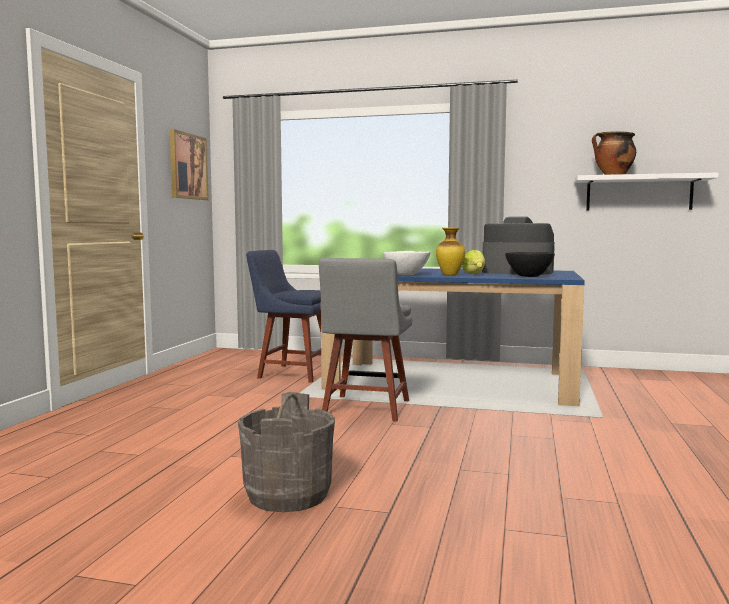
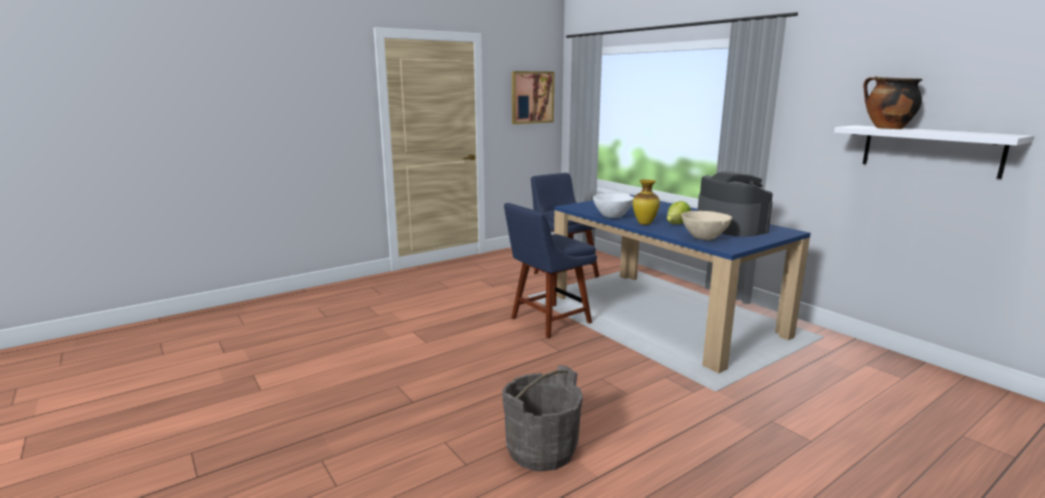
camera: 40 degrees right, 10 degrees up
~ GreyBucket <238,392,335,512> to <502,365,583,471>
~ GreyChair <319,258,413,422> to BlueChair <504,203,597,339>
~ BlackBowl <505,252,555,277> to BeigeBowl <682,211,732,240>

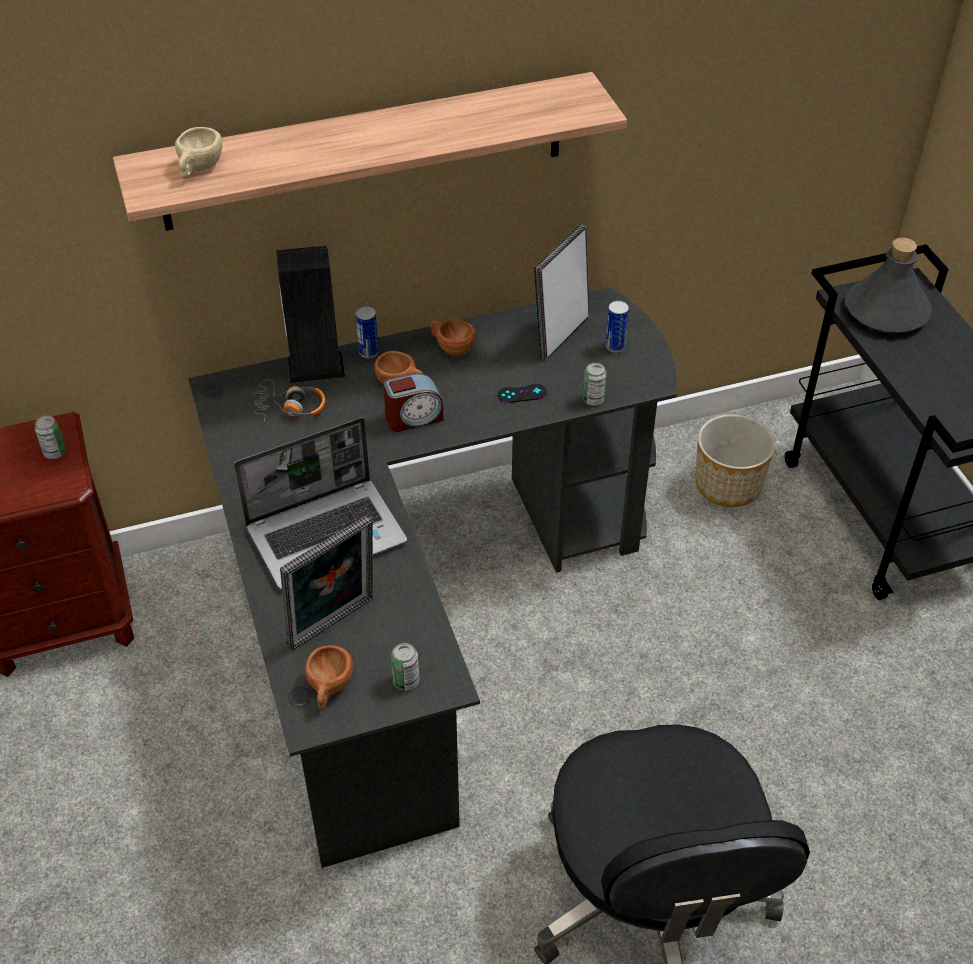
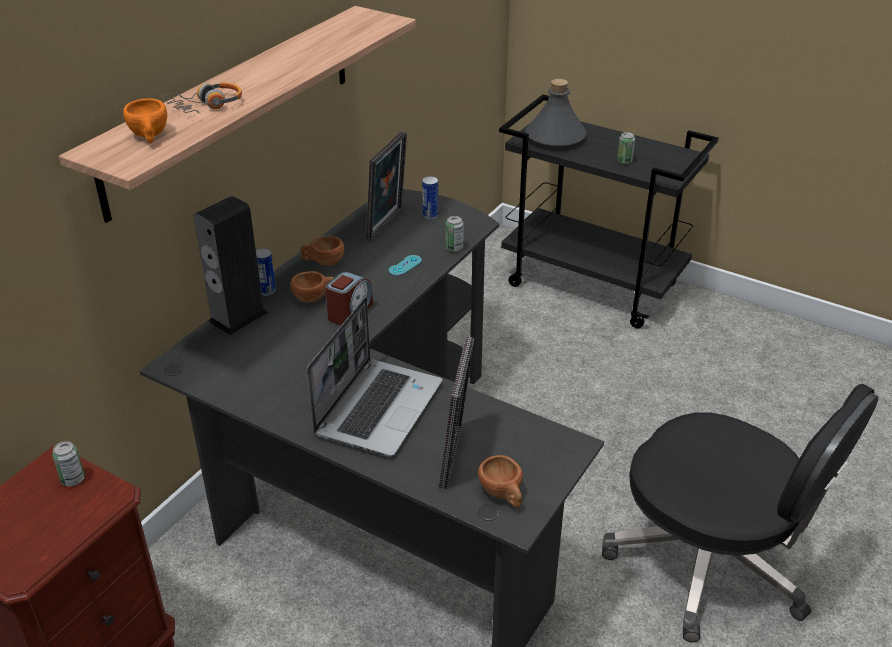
camera: 40 degrees left, 10 degrees down
- Planter <695,414,775,507>
~ Headphones <254,379,326,421> to <163,83,242,114>
~ Can <391,643,419,691> to <617,132,635,164>
~ BeigeCup <175,127,223,179> to OrangeCup <123,98,167,143>
~ BlackGameController <498,384,547,403> to TurquoiseGameController <389,255,422,276>
~ PictureFrame <534,224,590,360> = <366,132,407,240> 150 degrees counterclockwise

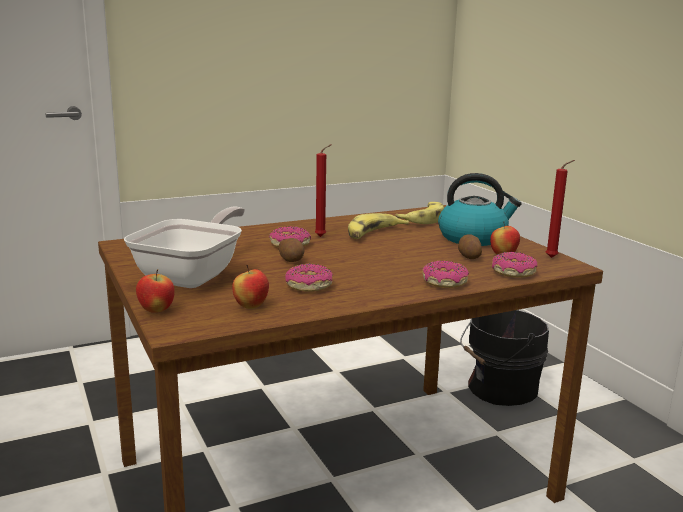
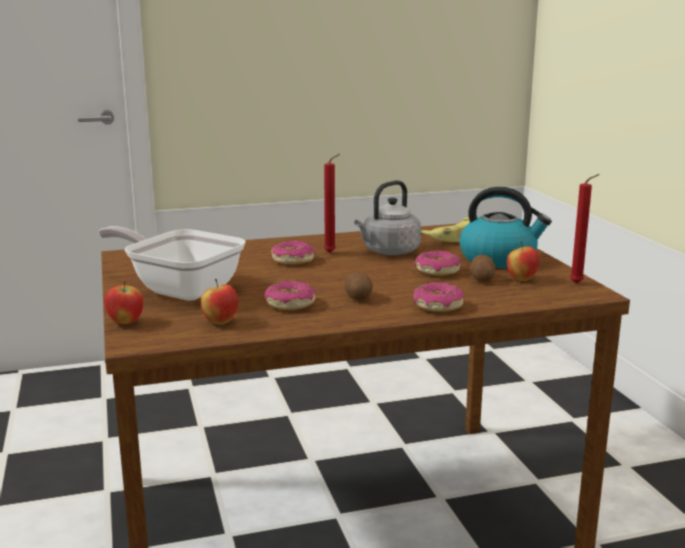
camera: 10 degrees right, 0 degrees up
- BlackBucket <460,310,549,406>
~ Potato <279,238,304,262> to <345,272,373,300>
~ Donut <492,252,537,278> to <415,250,461,276>
~ Banana <348,213,409,239> to GreyKettle <354,180,421,255>
~ FryingPan <124,207,245,288> = <98,226,246,301> 90 degrees counterclockwise

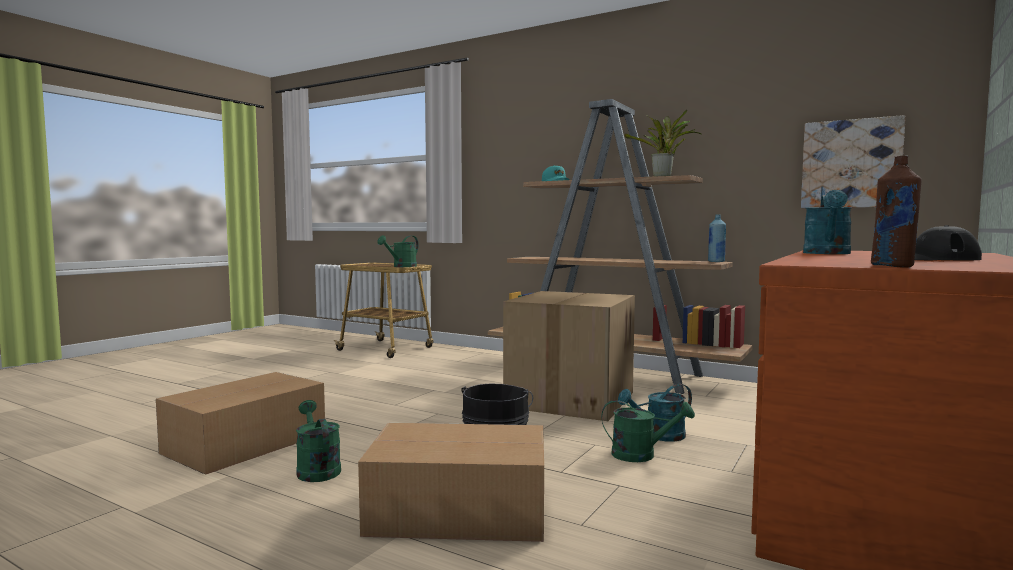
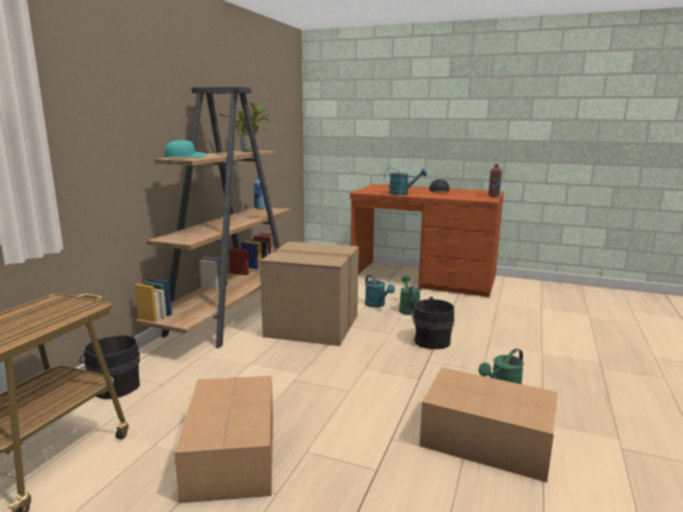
camera: 100 degrees left, 10 degrees up
- GreenWateringCan <377,235,419,267>
- Picture <801,115,906,208>
+ BlackBucket <79,334,140,399>
~ CardboardBox <358,423,544,542> to <175,376,273,503>

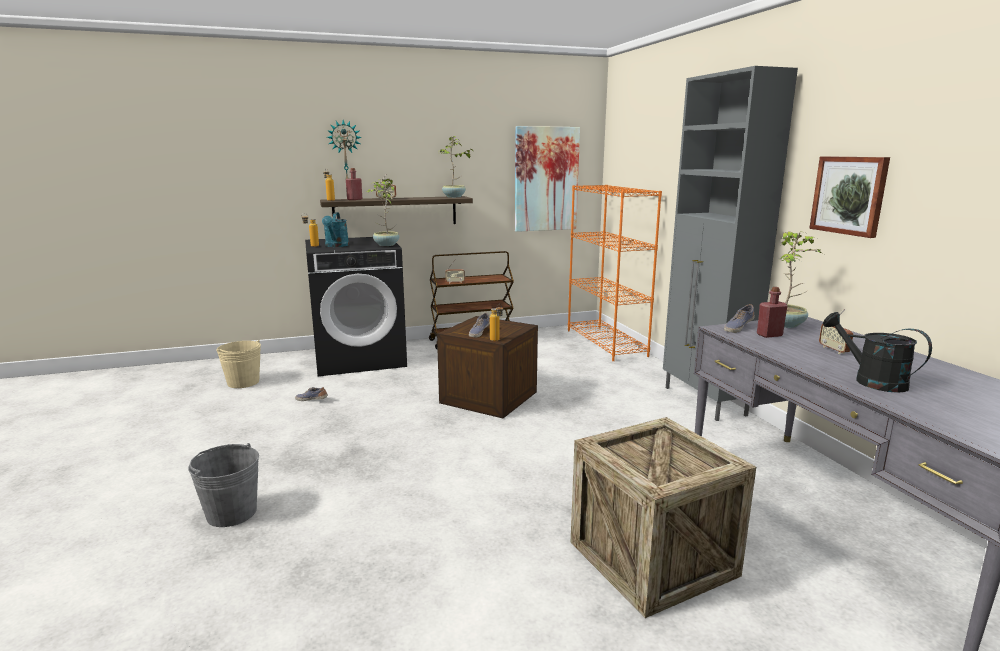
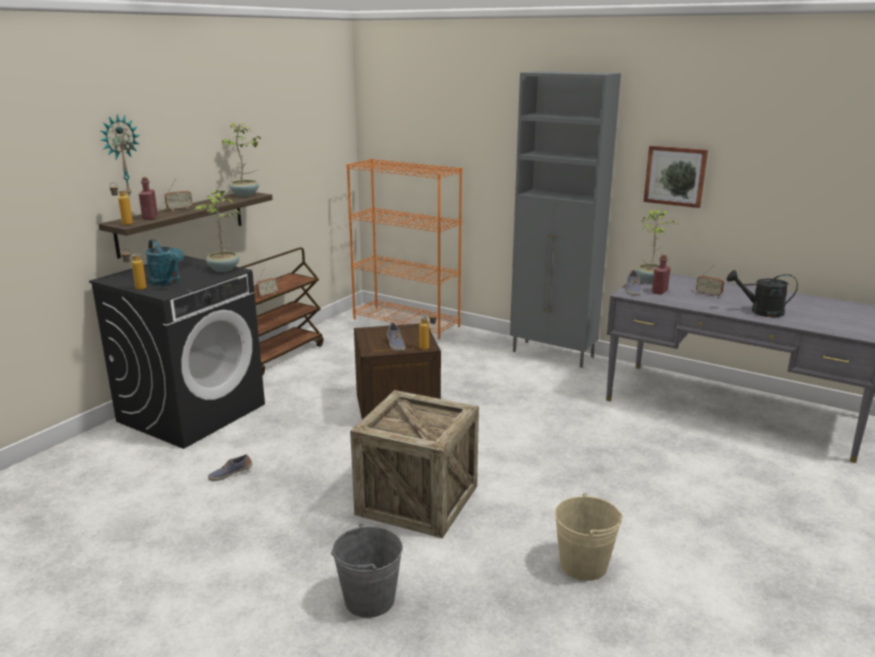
camera: 40 degrees left, 5 degrees up
- Picture <515,126,580,232>
~ BeigeBucket <216,340,261,388> to <555,493,623,581>
~ Crate <571,417,756,618> to <350,390,479,538>

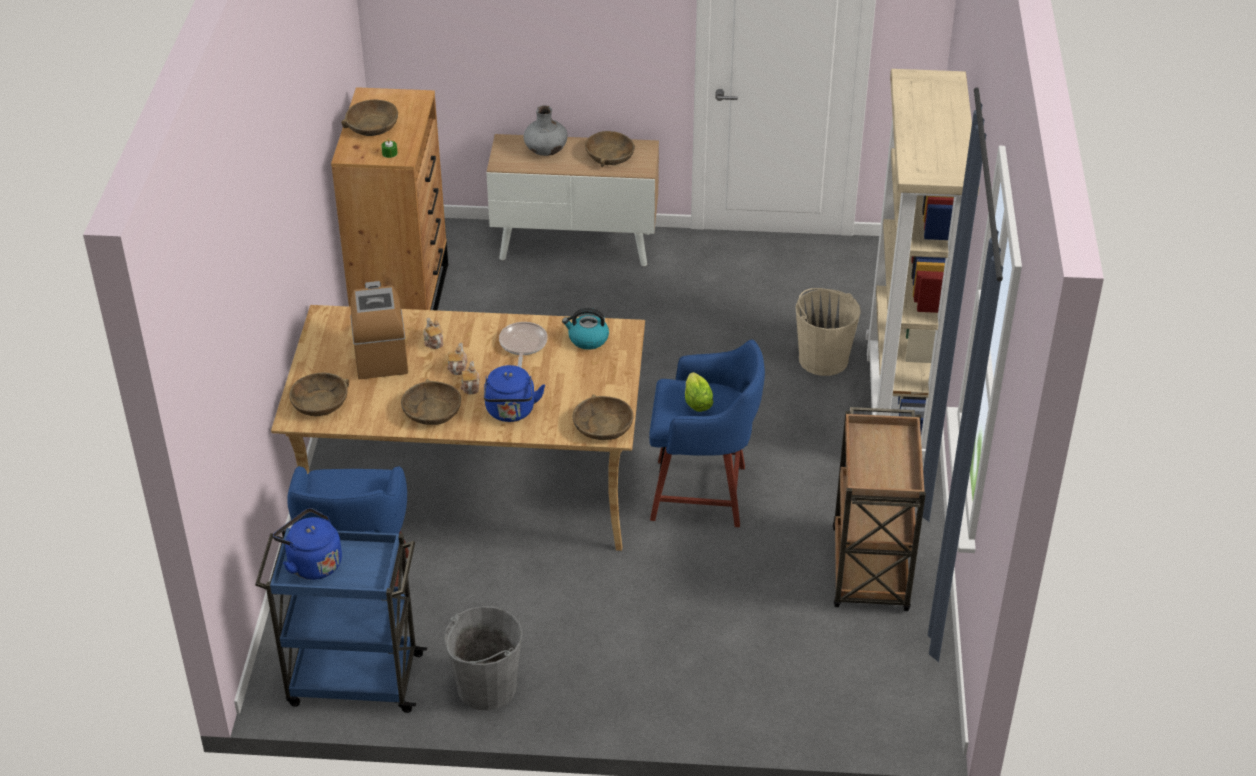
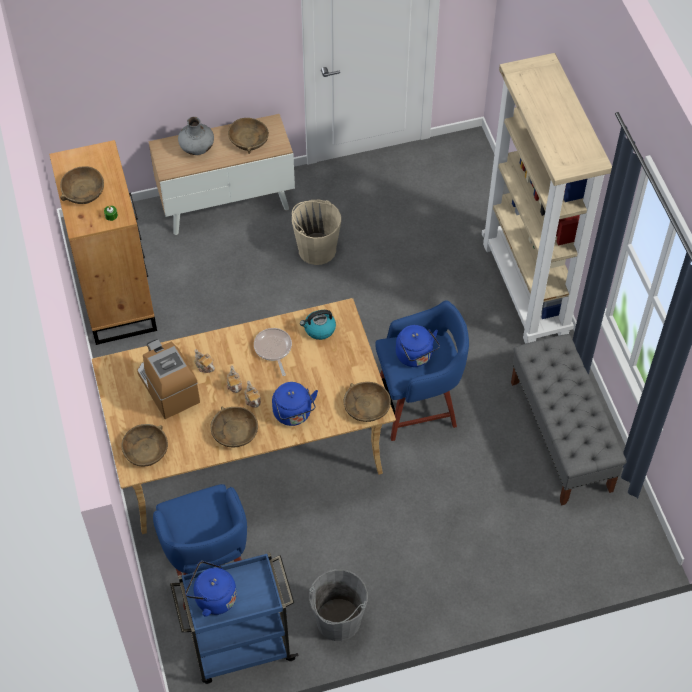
camera: 20 degrees left, 15 degrees up
~ BeigeBucket <795,288,861,376> to <292,200,341,265>
~ Lettuce <685,372,713,412> to BlueKettle <396,325,440,367>
~ BrownCart <832,407,926,611> to GreyBench <511,334,627,505>

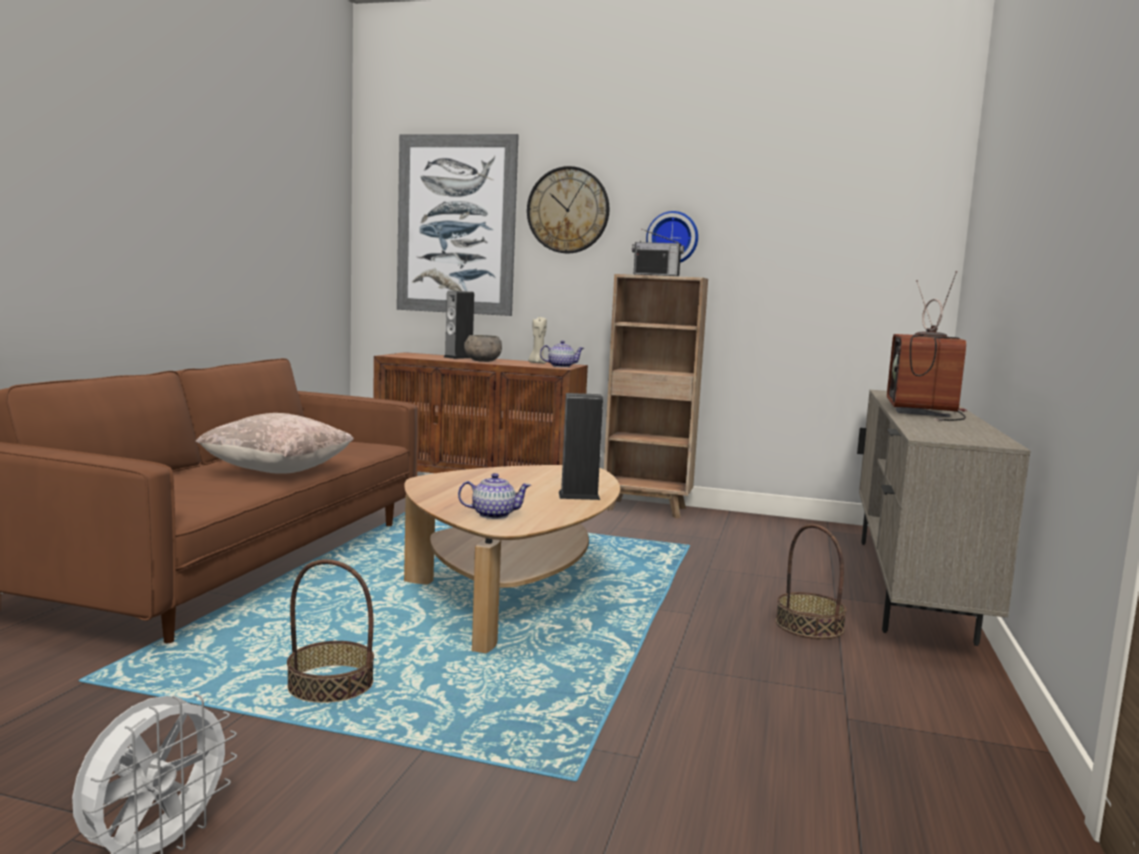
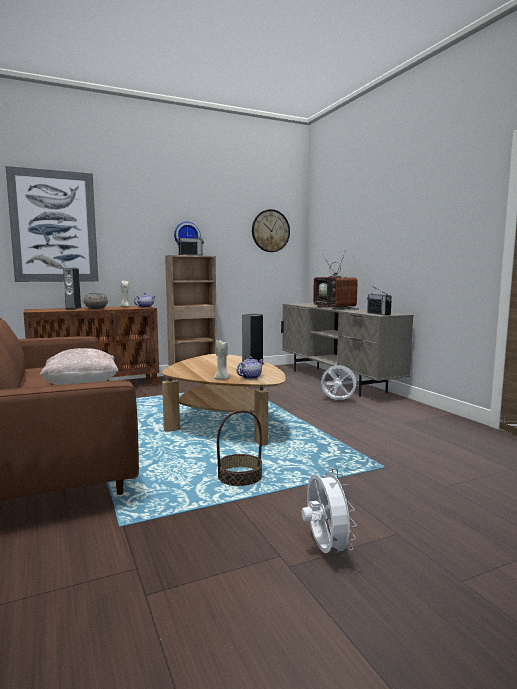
camera: 40 degrees left, 0 degrees up
+ BeigeCandle <214,340,230,379>
+ Radio <367,286,392,315>
~ WallClock <527,166,610,254> to <252,209,290,252>
~ Basket <775,524,847,639> to WhiteFan <321,363,359,400>

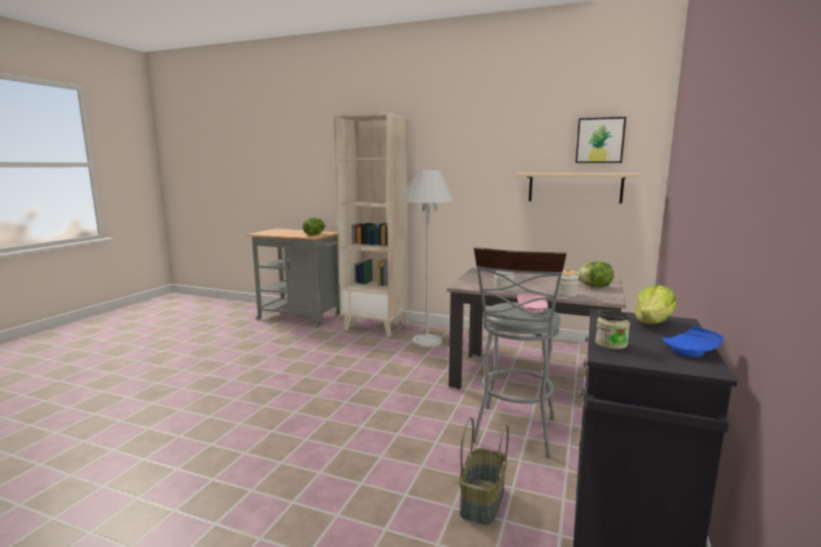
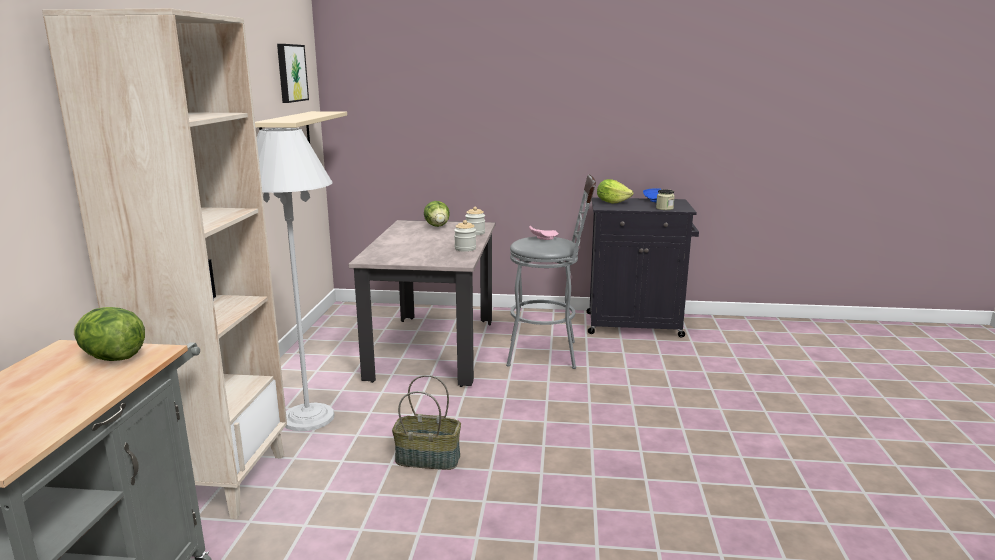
camera: 105 degrees left, 5 degrees up
~ Basket <459,417,509,525> to <392,375,461,470>

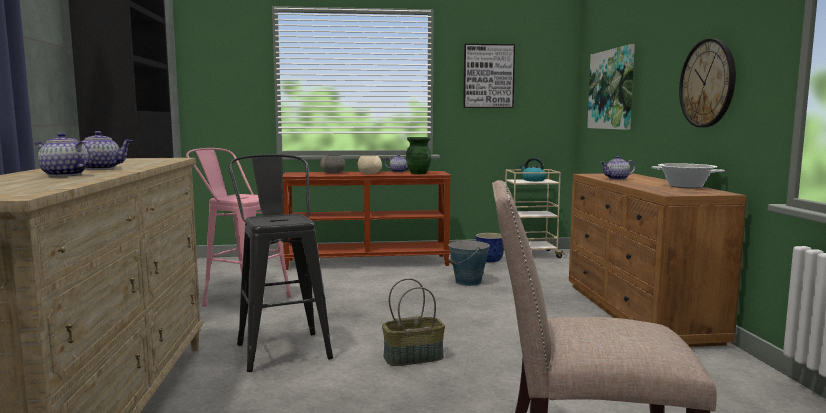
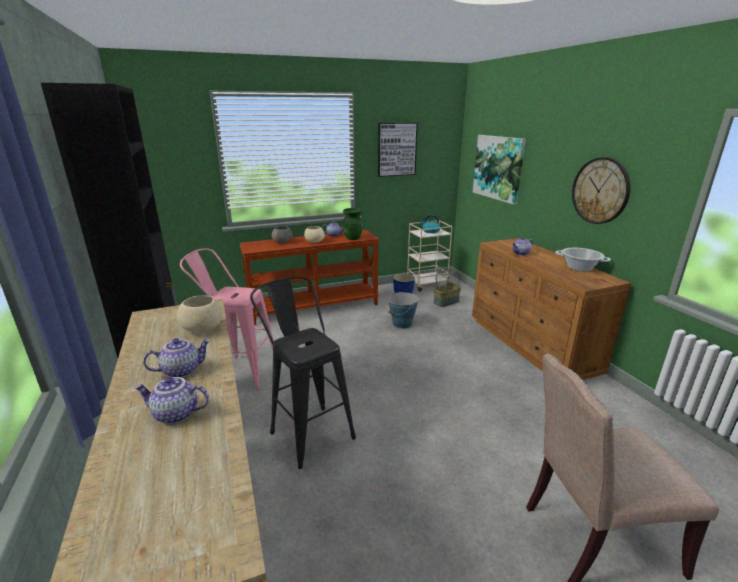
camera: 15 degrees left, 15 degrees up
+ BeigeBowl <177,295,222,333>
~ Basket <382,278,445,366> to <434,267,461,307>

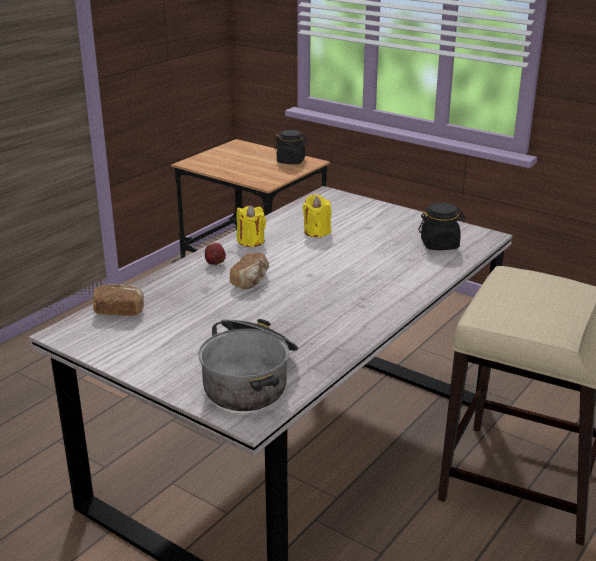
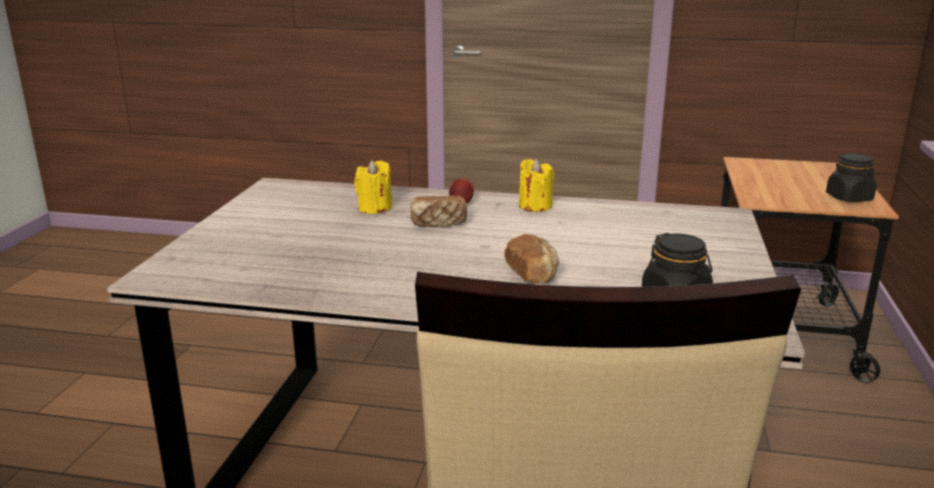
camera: 65 degrees right, 5 degrees down
- CookingPot <198,319,298,411>
~ Bread <93,284,144,316> to <504,234,559,284>
~ YellowCandle <303,195,331,237> to <354,160,393,214>

